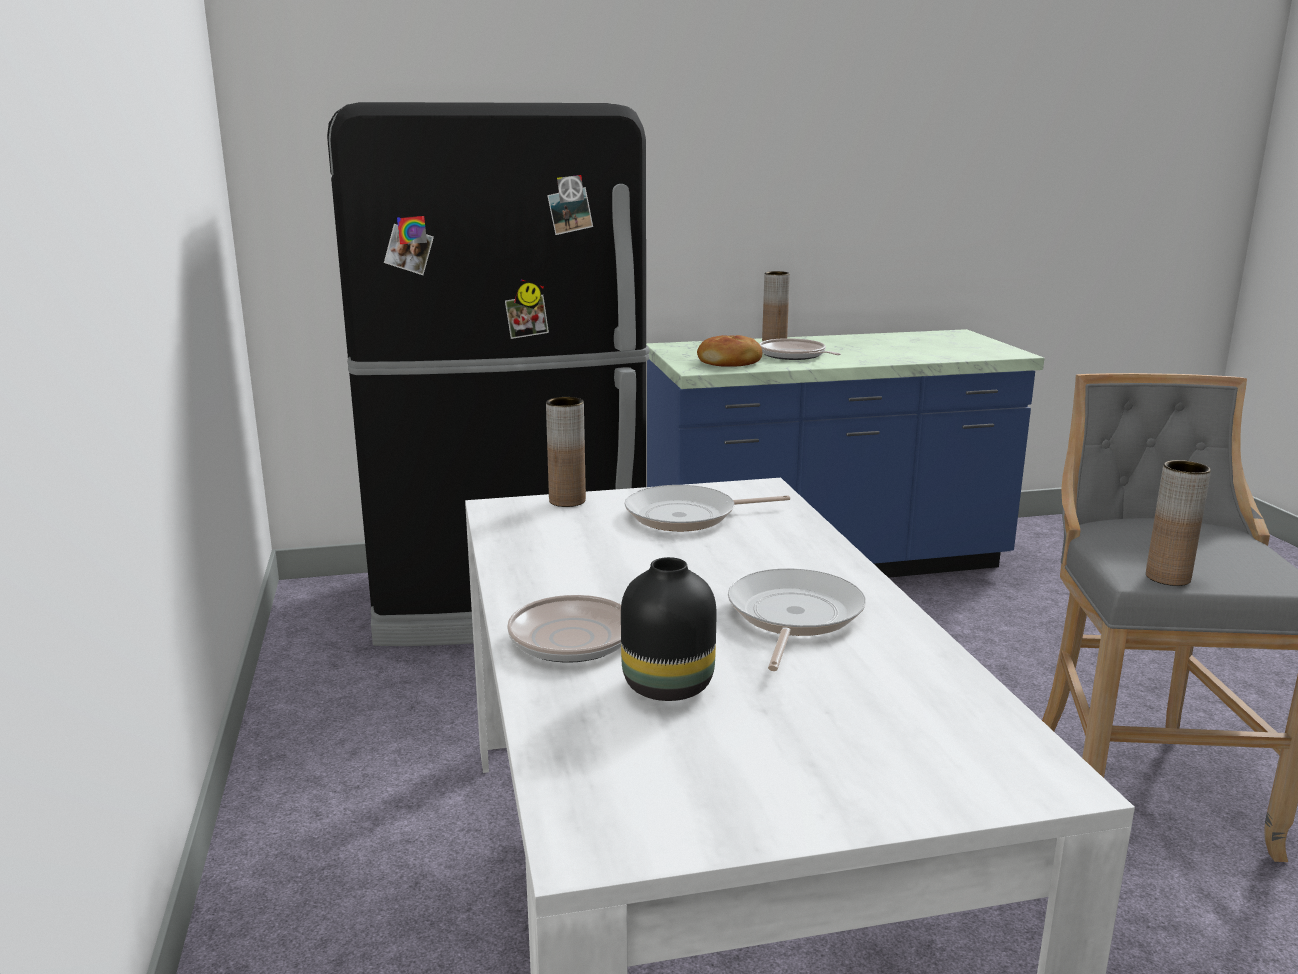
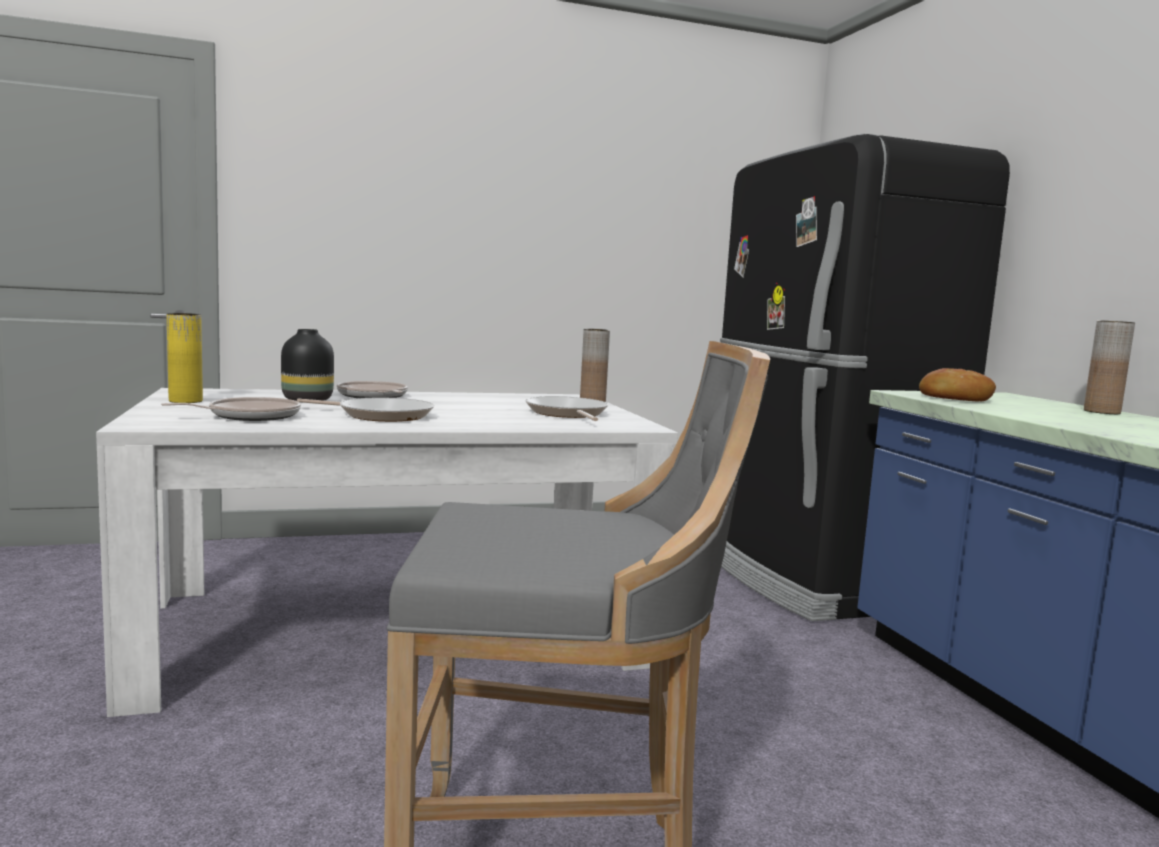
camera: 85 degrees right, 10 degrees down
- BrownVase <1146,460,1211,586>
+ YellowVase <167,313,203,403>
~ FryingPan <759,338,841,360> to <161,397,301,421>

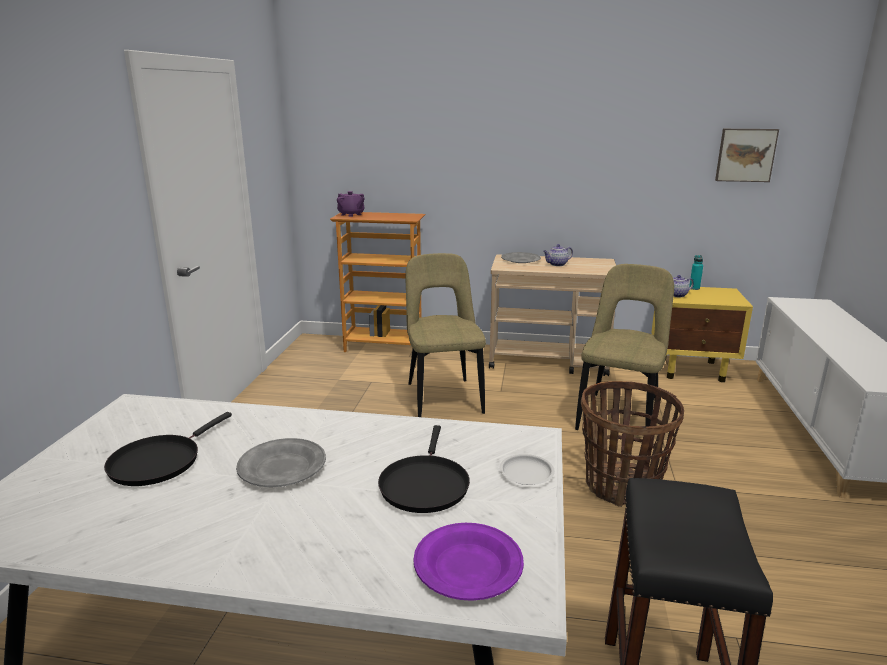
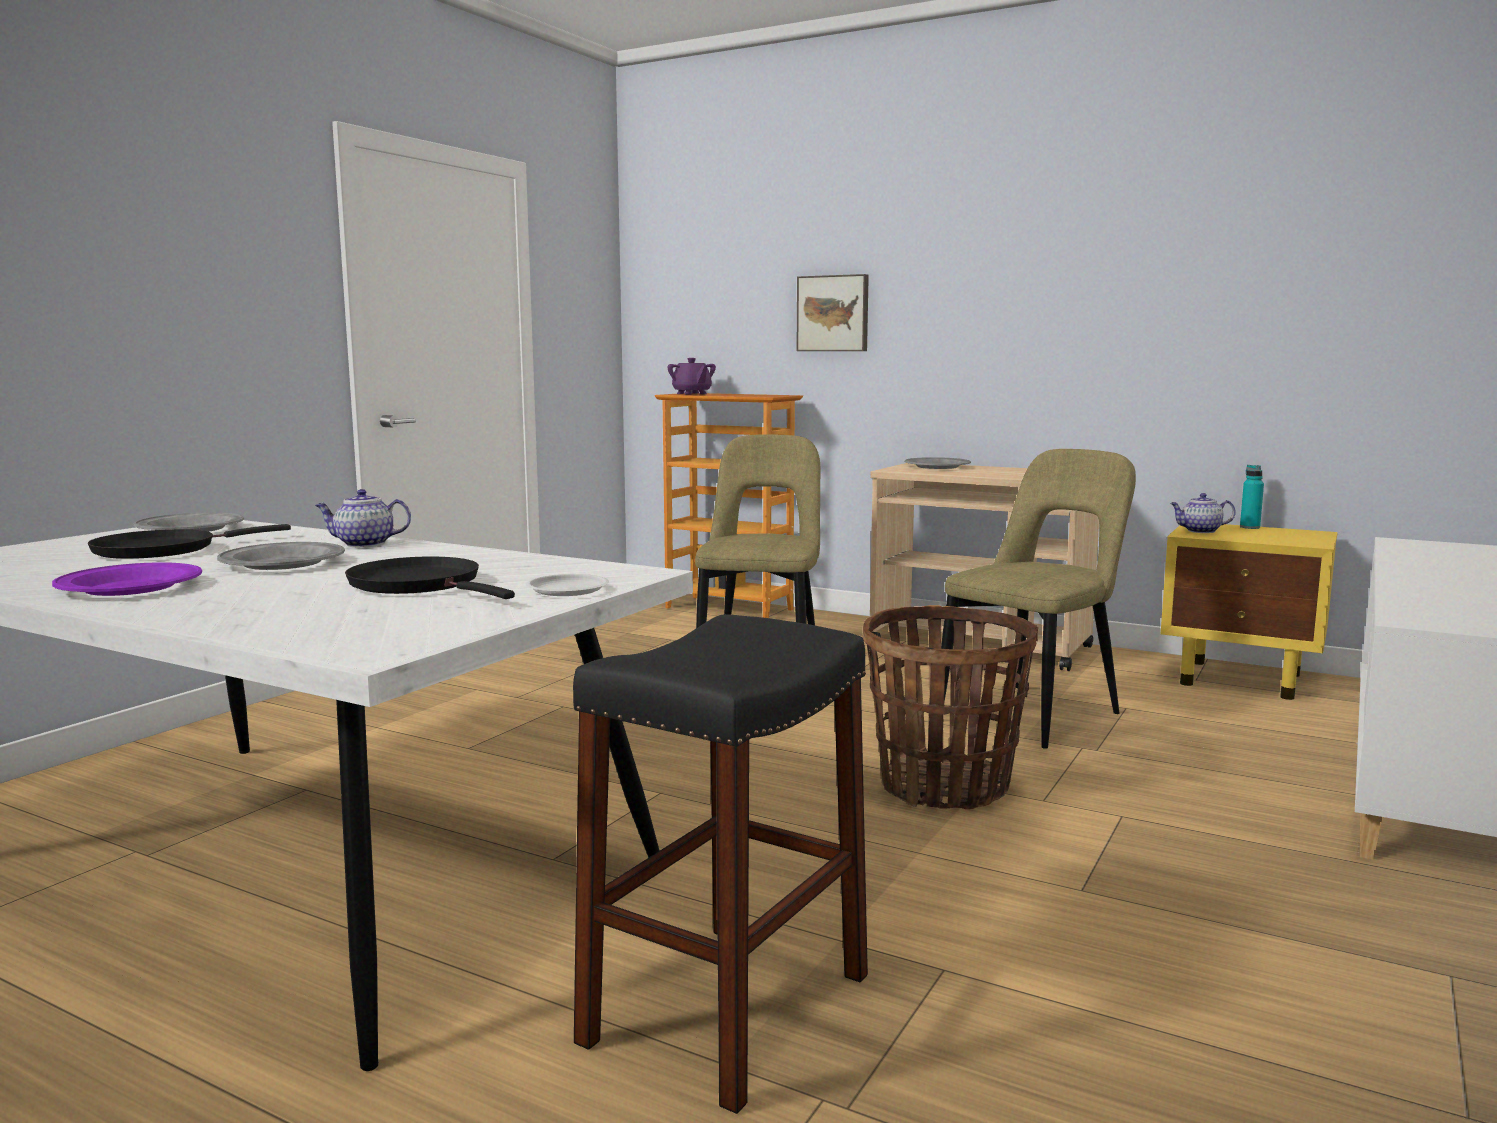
camera: 20 degrees right, 10 degrees down
+ GreyPlate <133,512,244,532>
~ PurplePlate <413,523,524,601> to <52,562,202,596>
~ Teapot <543,244,573,266> to <315,489,411,547>
~ Picture <715,129,779,182> to <796,274,869,351>
~ BlackFryingPan <378,425,470,513> = <345,556,515,599> 105 degrees clockwise

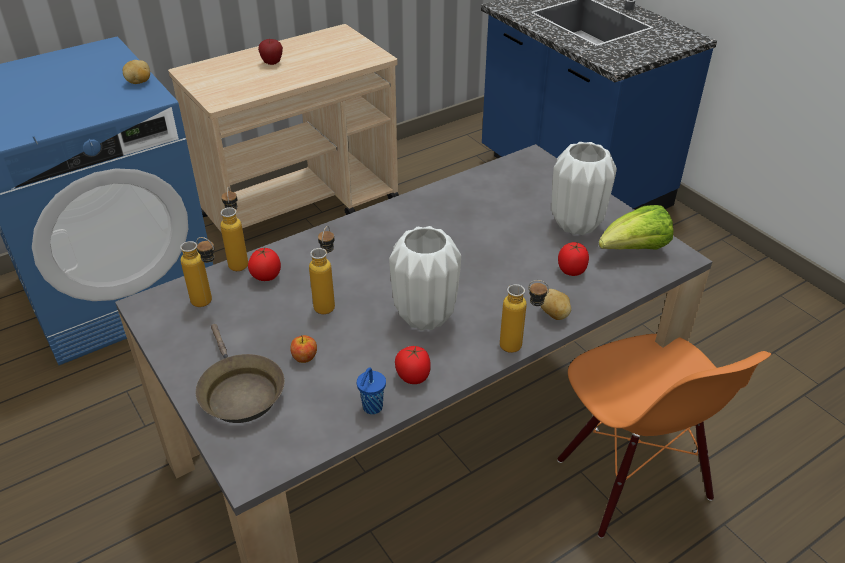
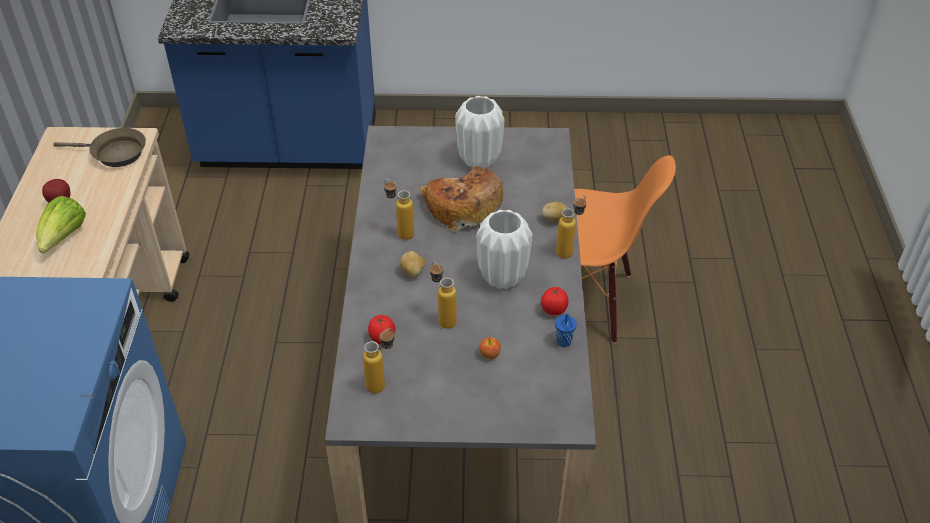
camera: 55 degrees left, 5 degrees up
- Tomato <558,242,589,276>
+ Bread <420,166,503,231>
~ Potato <123,60,150,84> to <400,251,426,277>
~ BrownFryingPan <196,324,285,423> to <53,128,146,167>
~ Bottle <220,186,248,271> to <384,179,414,240>
~ Lettuce <599,205,673,249> to <36,196,86,254>

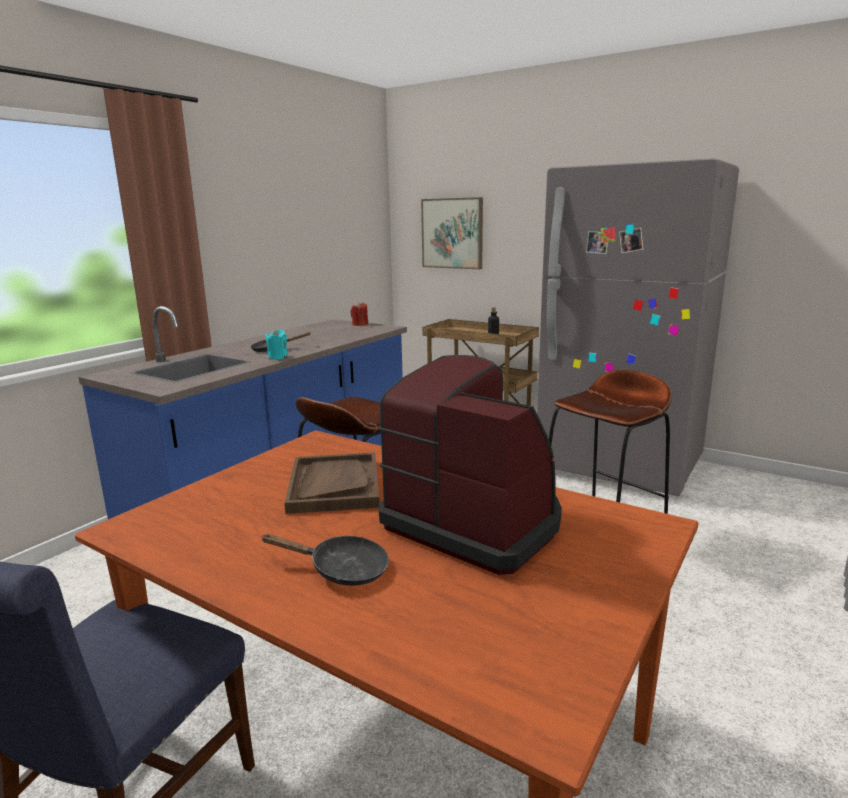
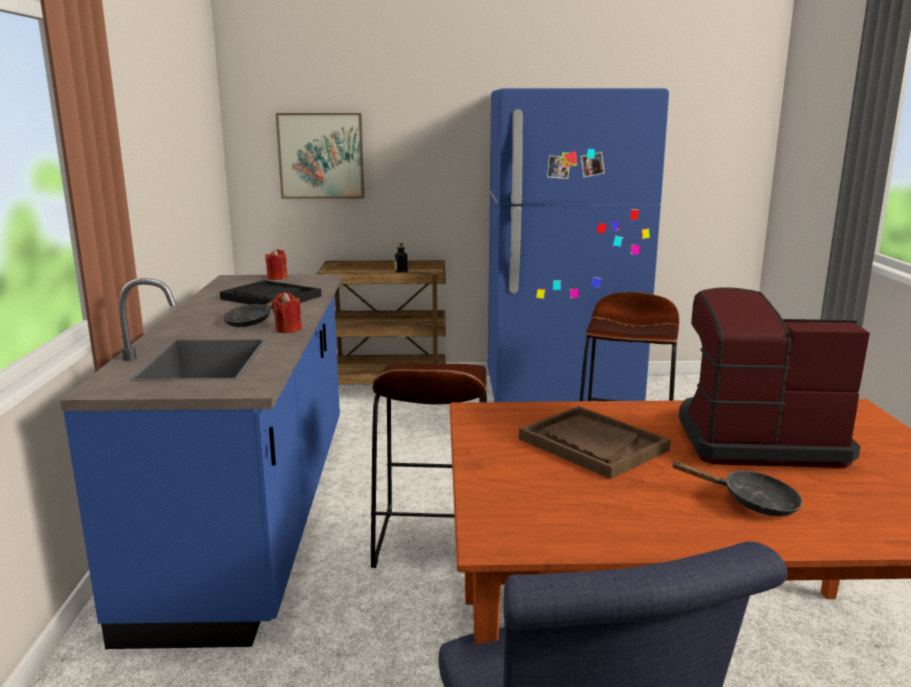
camera: 35 degrees left, 0 degrees up
+ BlackTray <220,280,321,308>
~ TurquoiseCandle <266,329,288,360> to RedCandle <272,292,302,333>
~ GreyFridge <537,158,739,496> to BlueFridge <488,88,669,402>
~ BlackFryingPan <261,534,389,586> = <671,461,802,516> 45 degrees clockwise

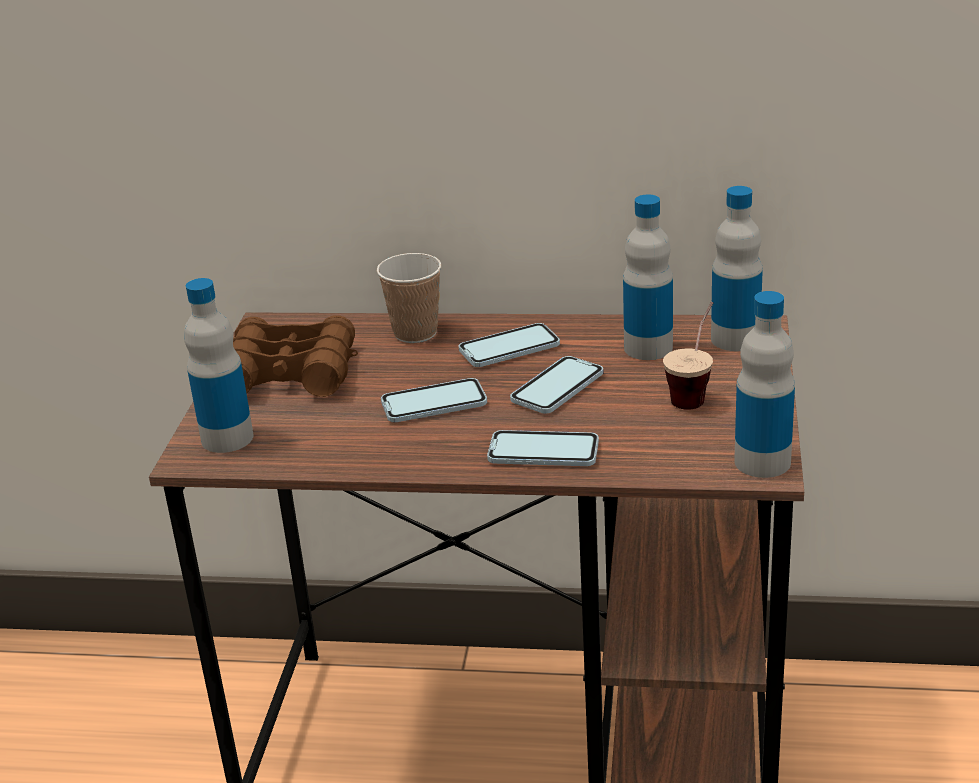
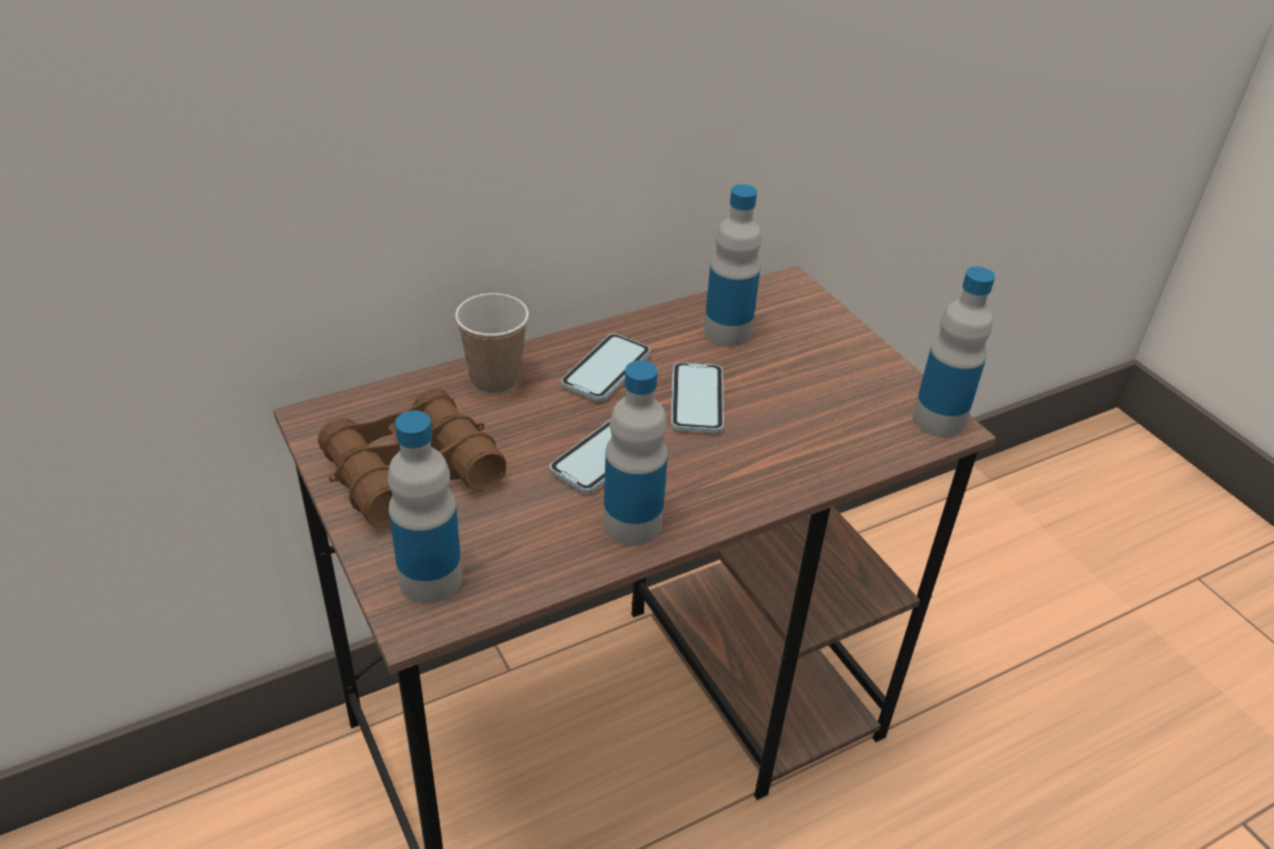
camera: 40 degrees left, 10 degrees up
- Phone <487,430,599,466>
- Cup <663,302,713,410>
~ Bottle <711,186,763,351> to <603,360,668,546>

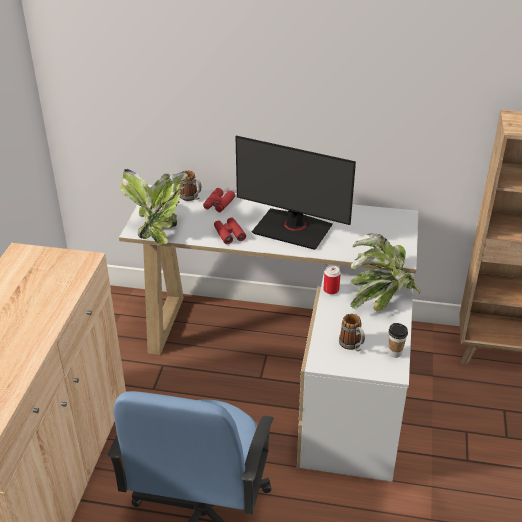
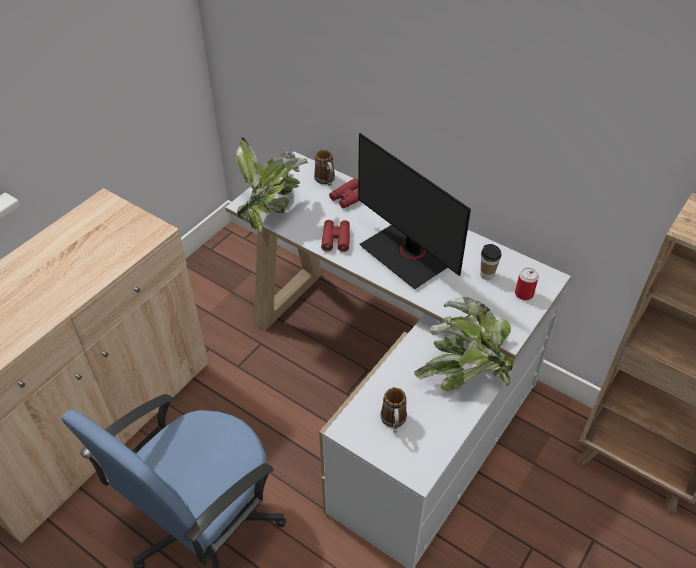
camera: 25 degrees right, 10 degrees up
~ Can <323,266,341,295> to <515,267,539,300>
~ Cup <389,323,408,358> to <480,244,502,280>

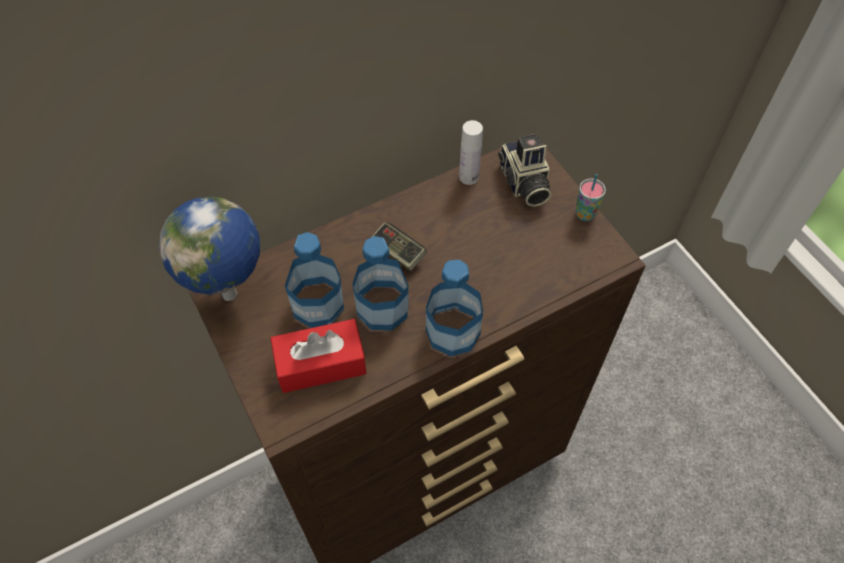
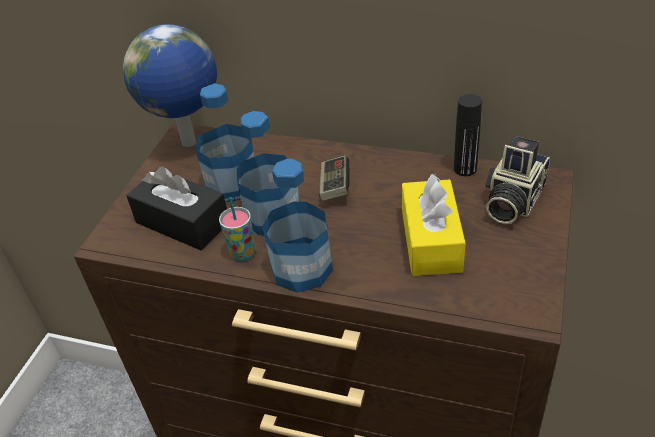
camera: 50 degrees right, 15 degrees down
+ YellowTissueBox <402,174,466,276>
~ Cup <576,174,606,221> to <219,197,255,261>
~ RedTissueBox <270,319,366,393> to BlackTissueBox <126,167,227,250>
~ WhiteBottle <459,120,483,185> to BlackBottle <454,94,482,176>

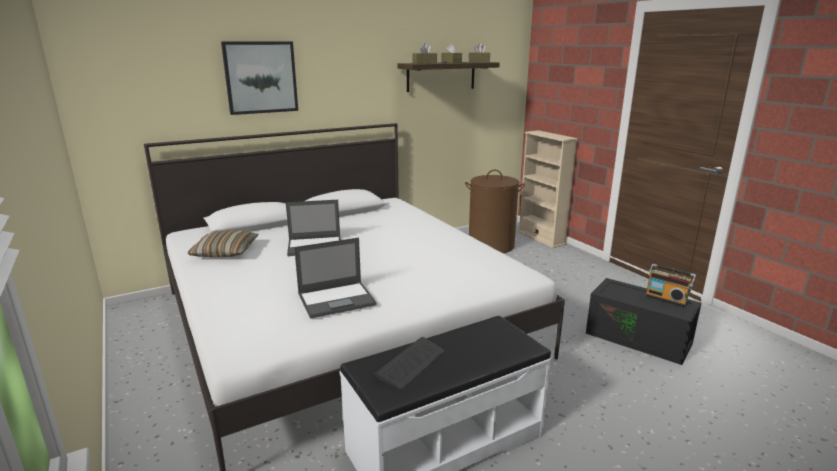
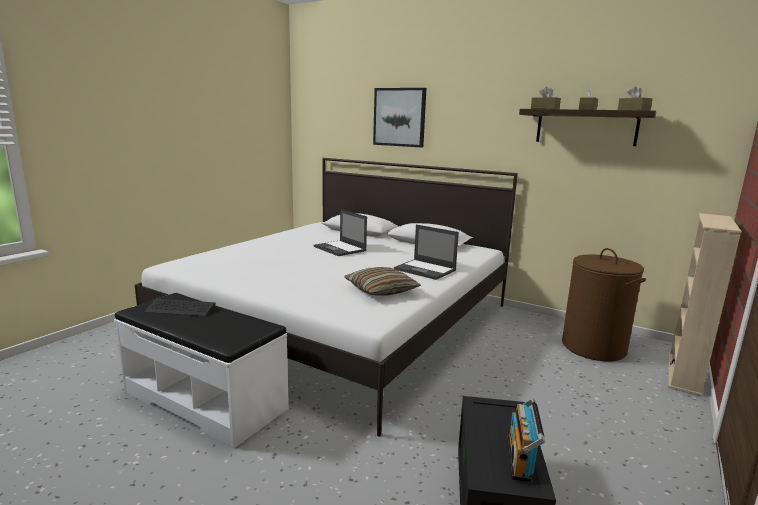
camera: 60 degrees right, 5 degrees down
~ Pillow <187,230,258,258> to <344,267,421,296>
~ Laptop <294,238,377,319> to <394,225,459,280>

